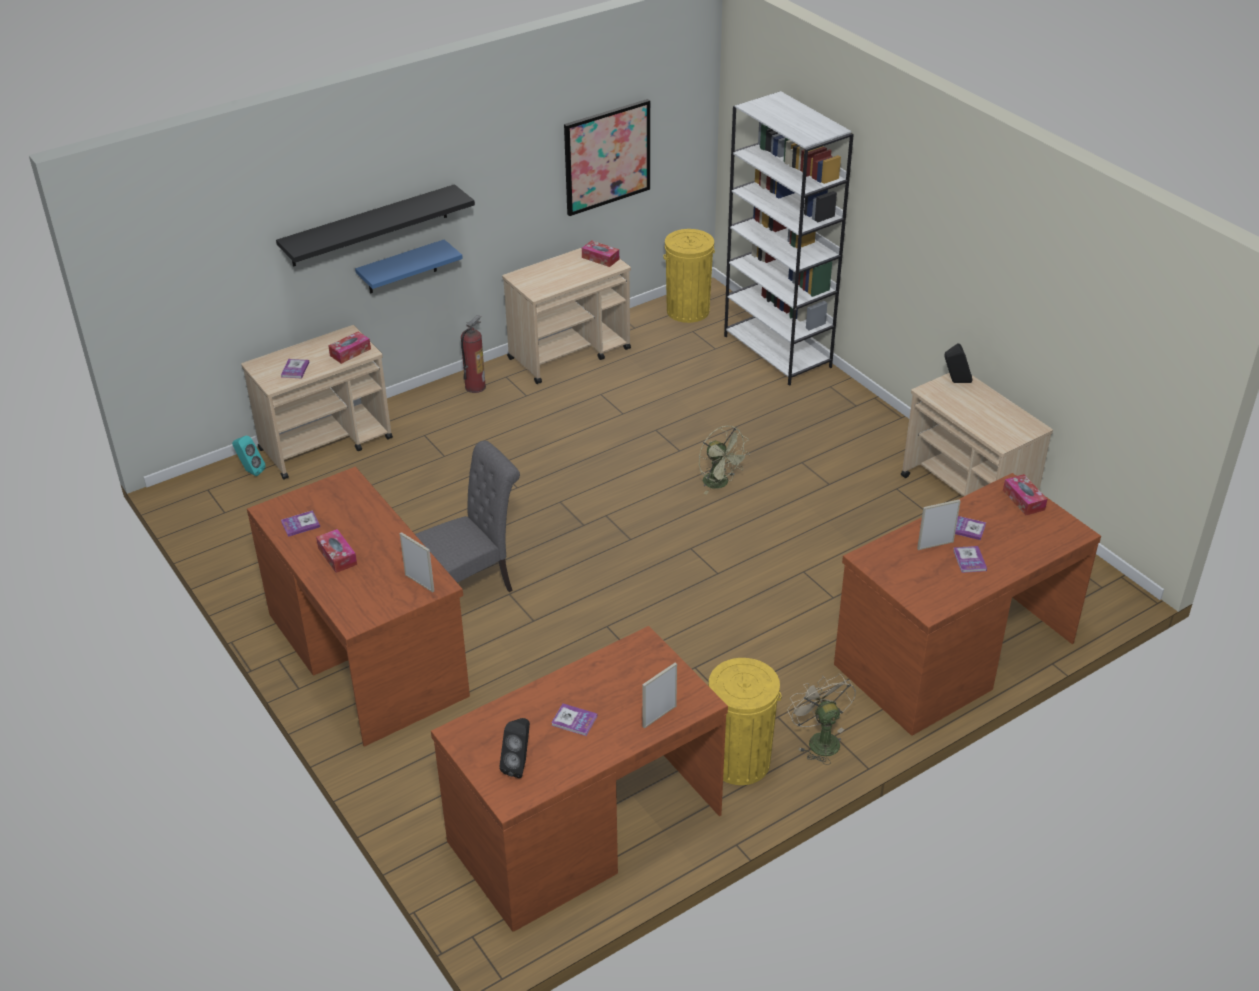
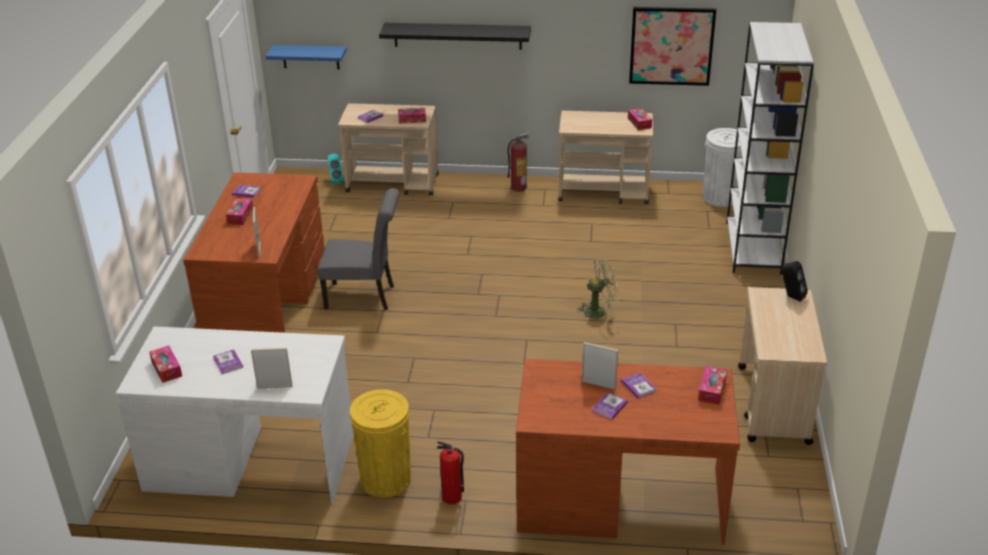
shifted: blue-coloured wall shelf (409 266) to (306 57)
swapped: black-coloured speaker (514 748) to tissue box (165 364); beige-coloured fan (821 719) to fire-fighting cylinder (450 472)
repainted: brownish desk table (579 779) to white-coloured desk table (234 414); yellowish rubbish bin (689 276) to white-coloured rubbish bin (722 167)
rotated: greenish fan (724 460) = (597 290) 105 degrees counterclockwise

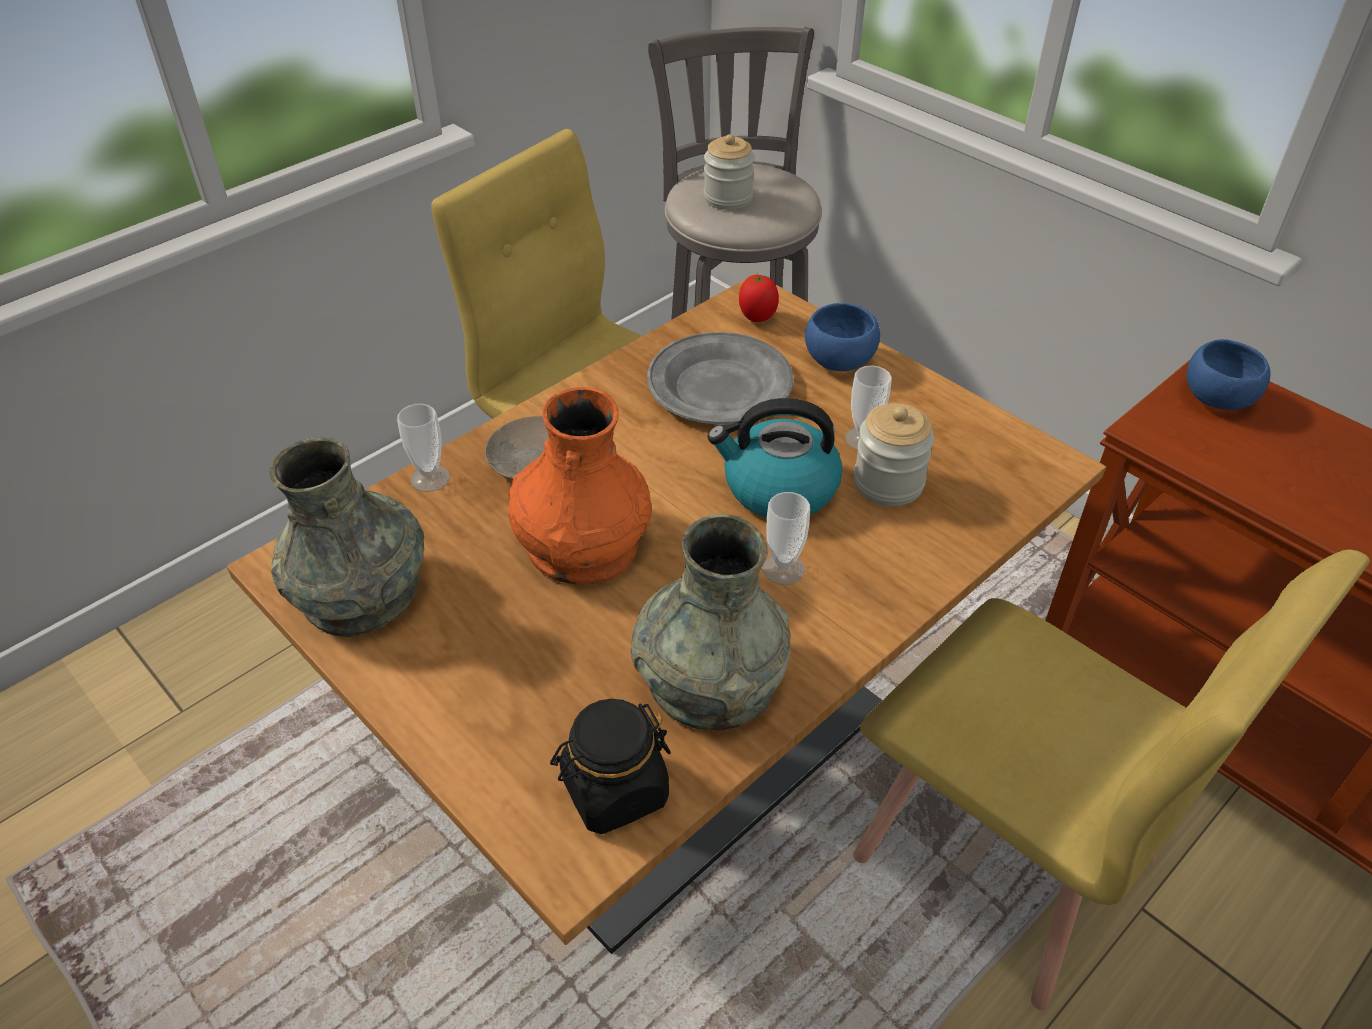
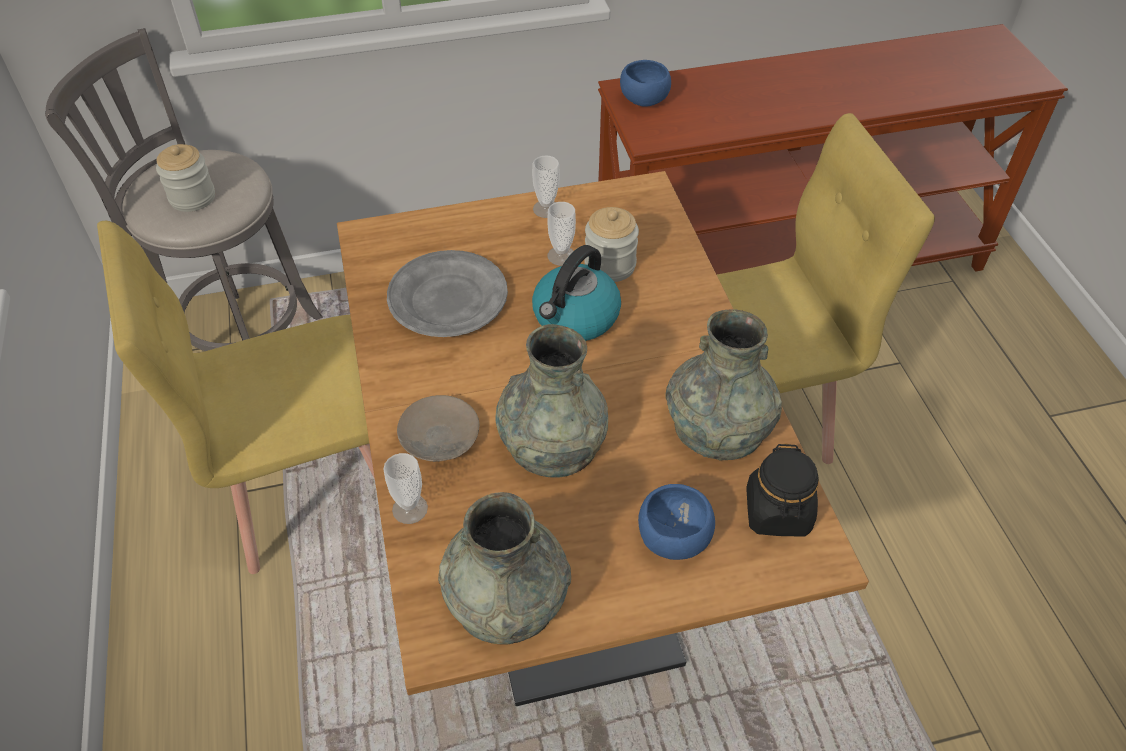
gone: tomato (759 297)
shifted: small cup (786 538) to (546 186); blue-coloured deep dish (842 337) to (676 522)
repainted: orange vase (580 486) to gray vase (551 400)

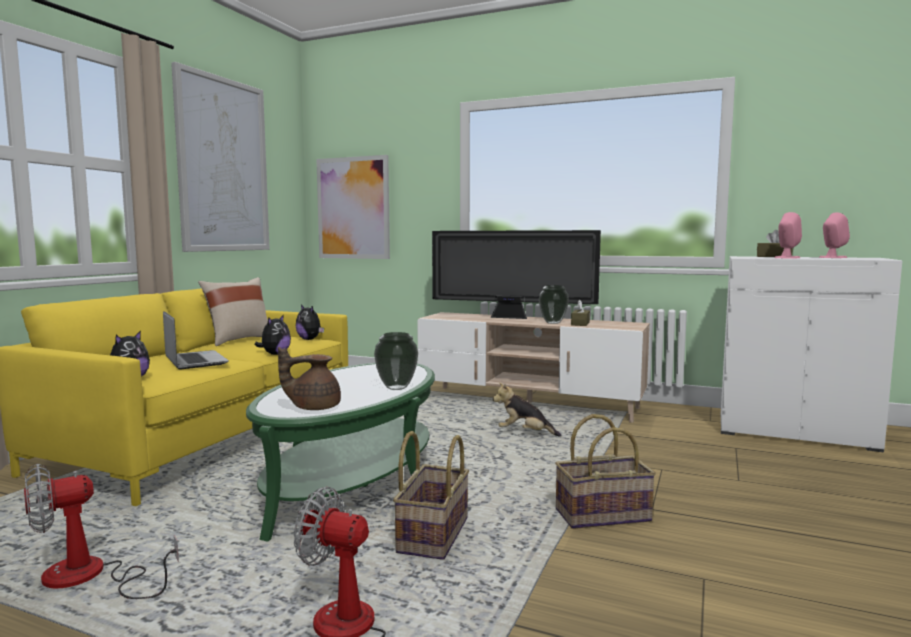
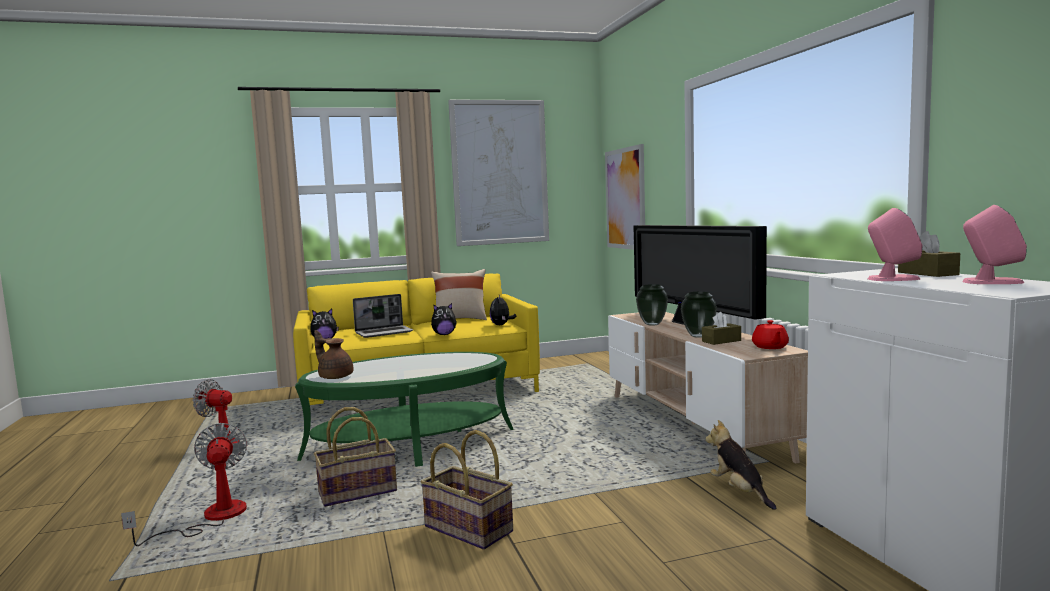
new: reddish pot for tea (770 334)
shifted: vase (396 361) to (652 304); plush toy (527 409) to (740 465)
rotated: notebook computer (196 340) = (383 316) 45 degrees clockwise

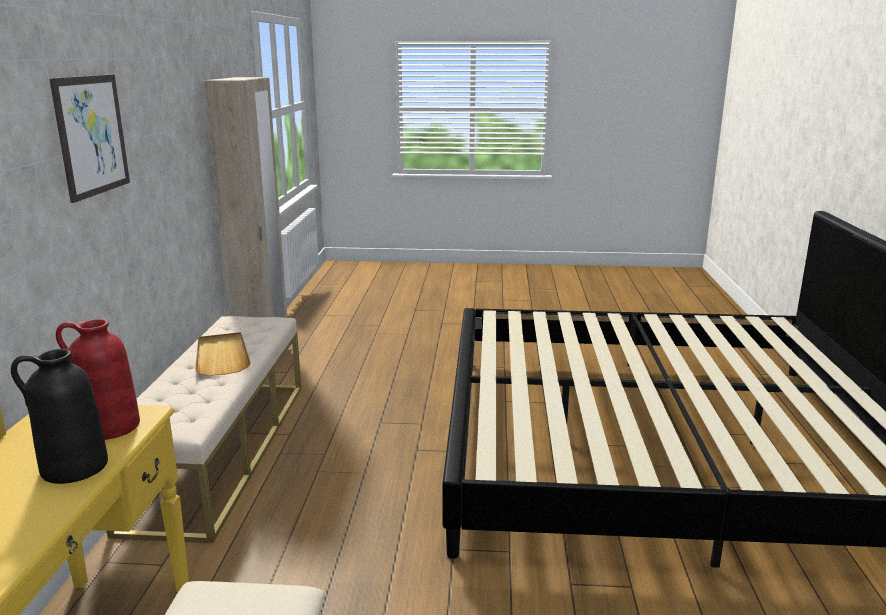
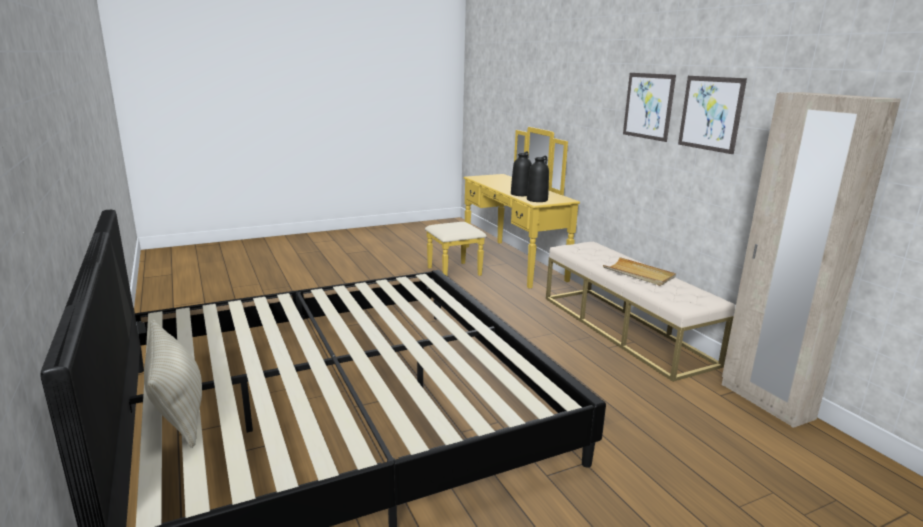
new: beige-coloured cushion (173 384); picture (712 115)
repainted: reddish vase (98 379) to black-coloured vase (538 179)

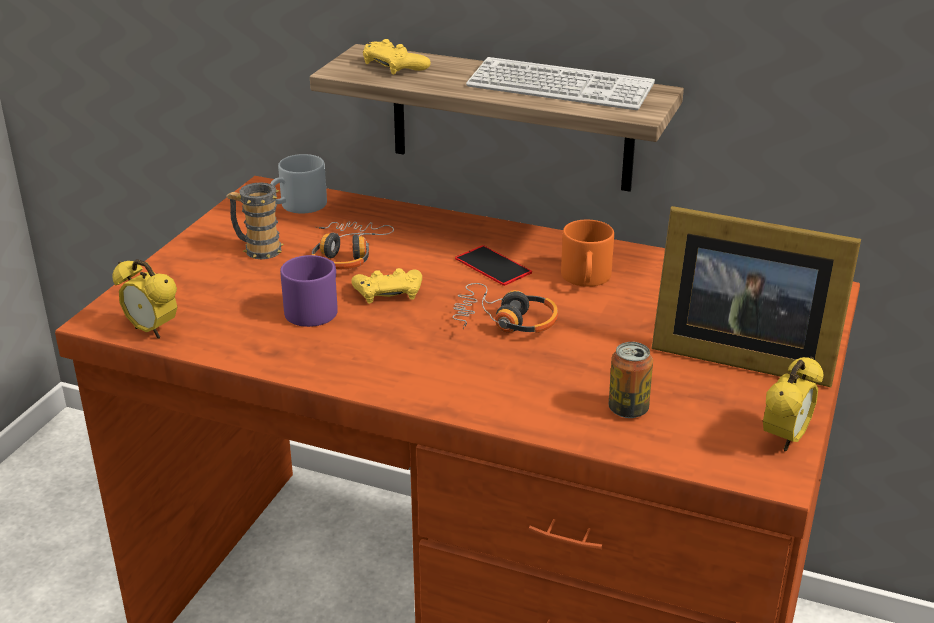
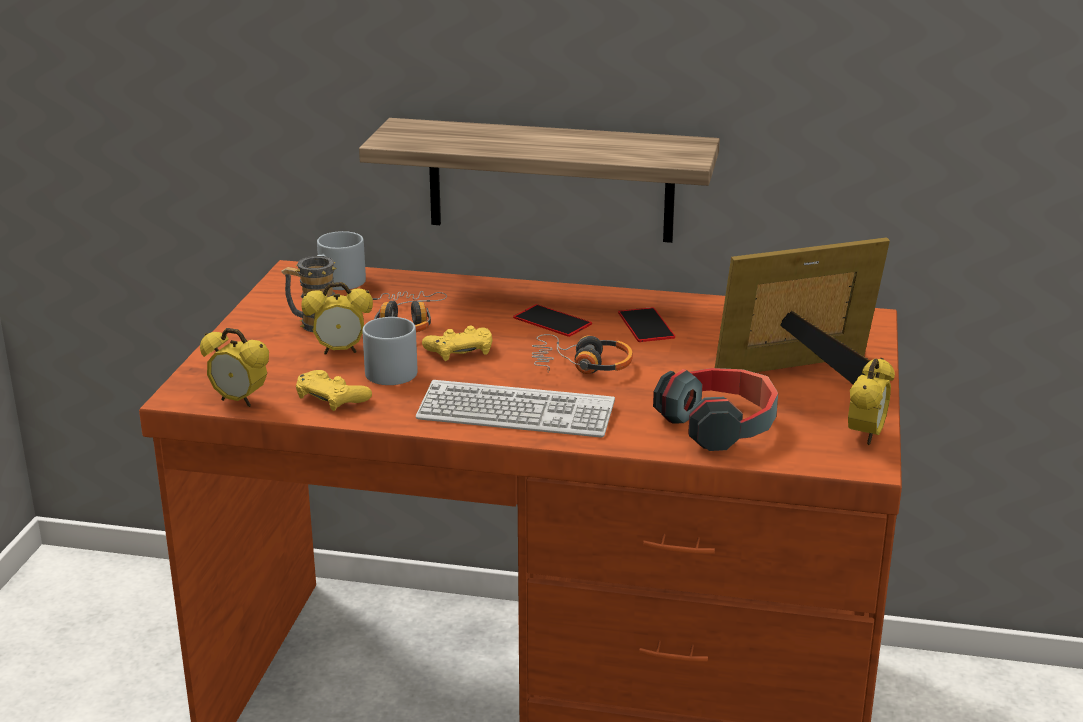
new: table clock (337 318)
shifted: yellowish game controller (397 57) to (334 390); computer keyboard (560 83) to (515 409)
swapped: orange mug (587 253) to telephone (646 324); sealed can (631 380) to pair of headphones (715 409)
repainted: purplish mug (309 291) to gray mug (390 351)
rotated: standing frame (756 296) = (802 311) 150 degrees clockwise

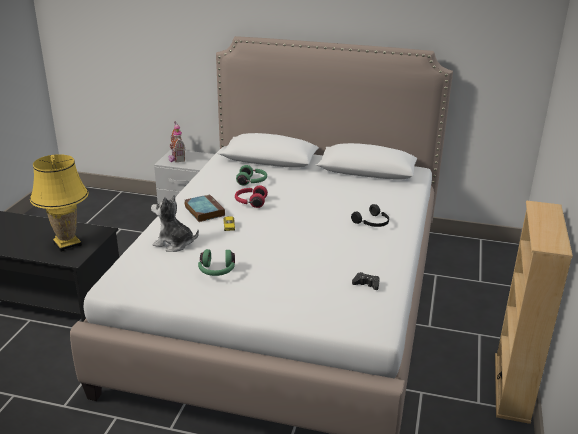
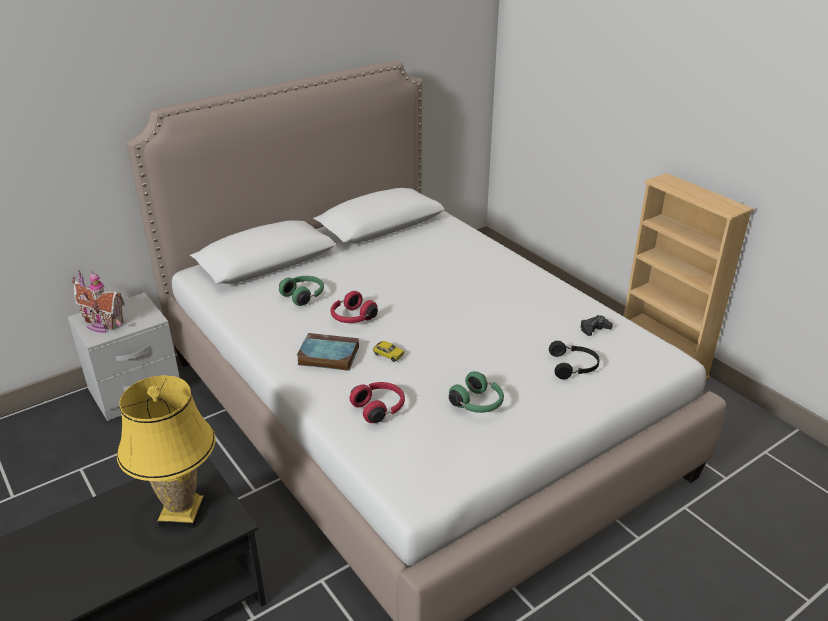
shifted: black-coloured pair of headphones (370 215) to (574 360)
swapped: plush toy (175 223) to reddish pair of headphones (377 402)

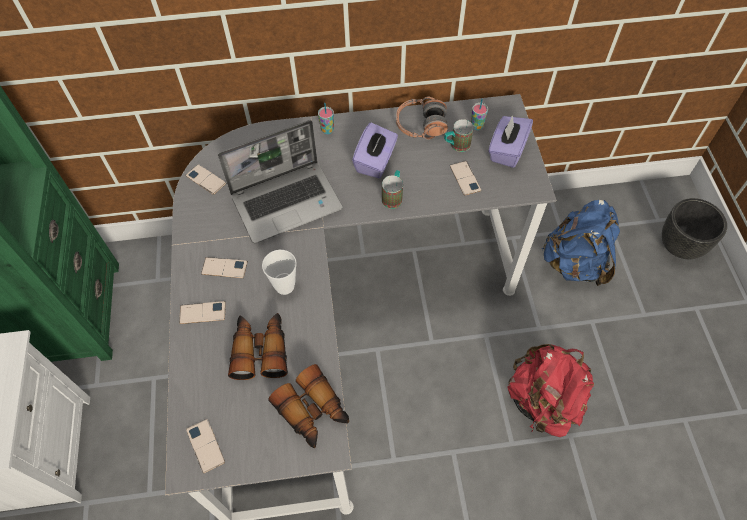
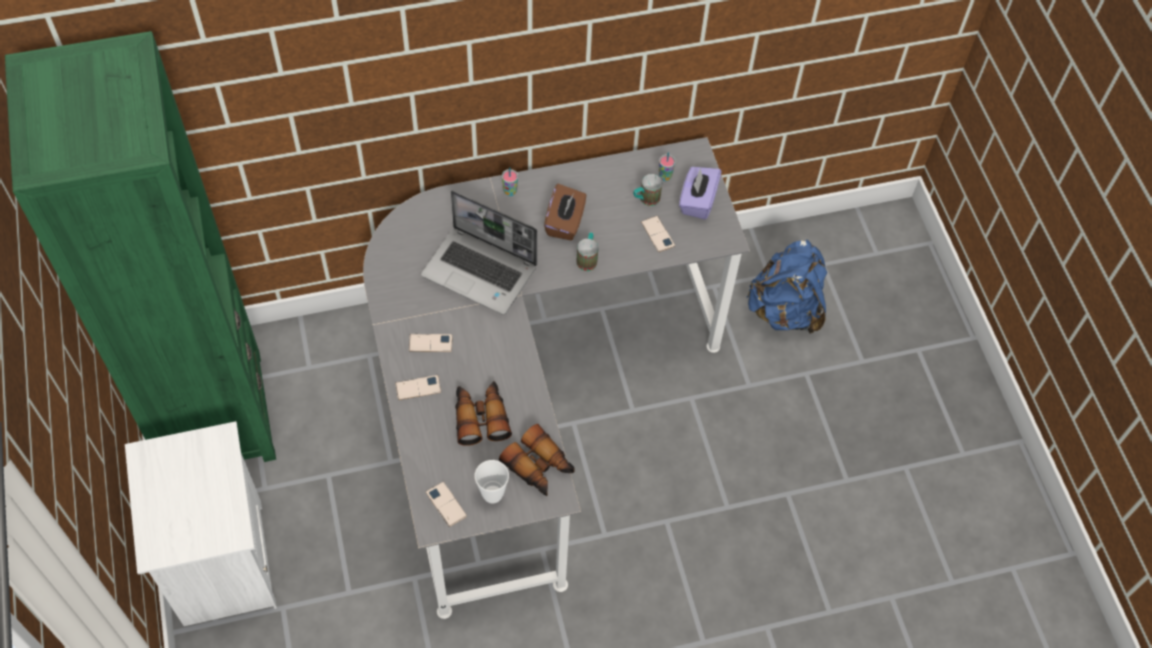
gone: telephone (205 179); pair of headphones (422 118); reddish knapsack (550 390); black-coloured flower pot (694 228)
shifted: small cup (279 272) to (492 481)
repainted: purplish tissue box (375 150) to brownish tissue box (565 212)
rotated: notebook computer (280 181) = (479 252) 60 degrees clockwise

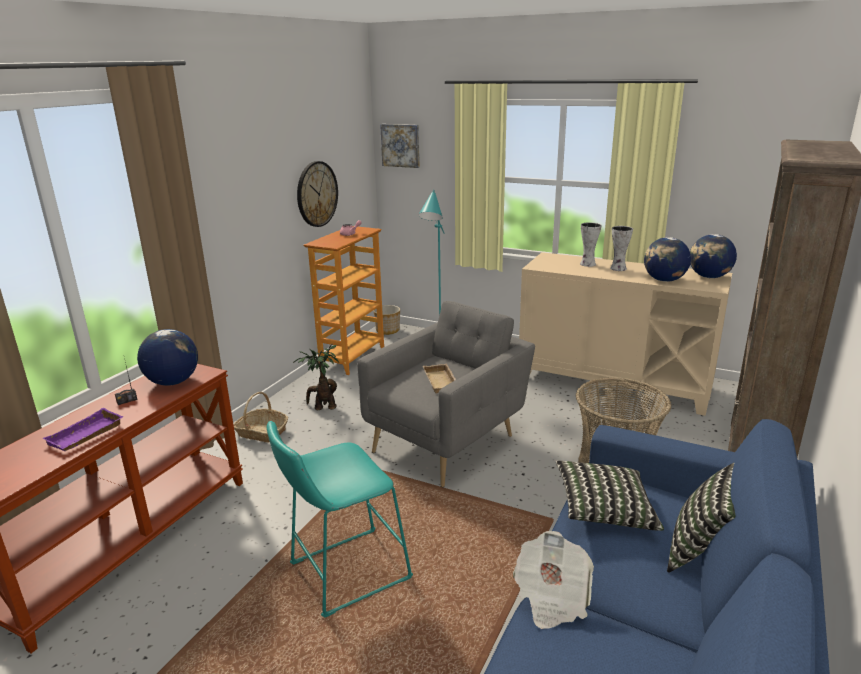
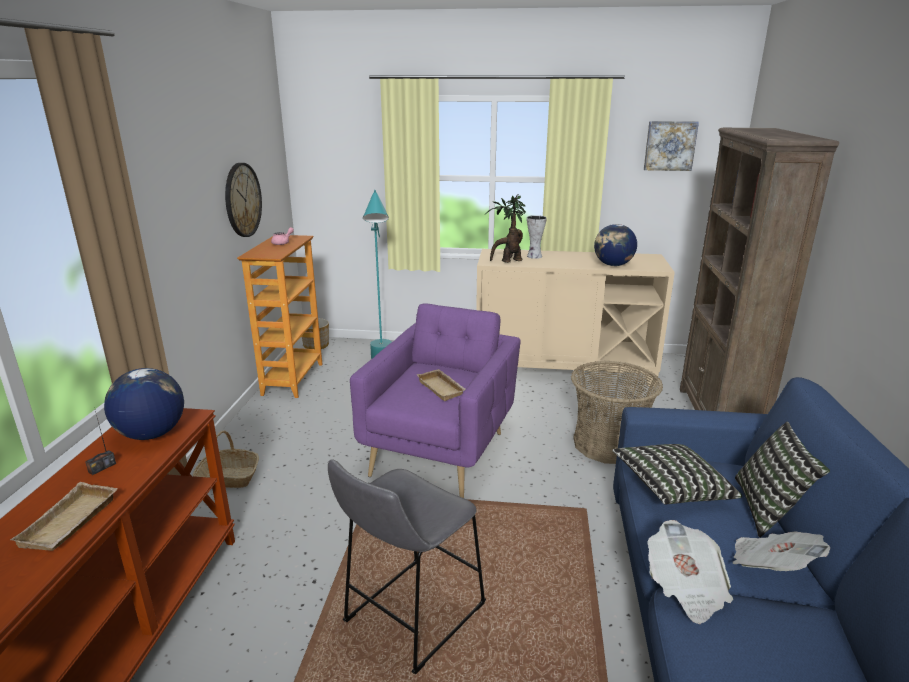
gone: vase (621 248); globe (713 256)
new: printed paper (781 551)
shifted: plant in a pot (316 377) to (505 228); picture (400 146) to (671 146)
repainted: purplish serving tray (83 429) to beige-coloured serving tray (64 516); turquoise stool (340 519) to gray stool (407 566); gray lounge chair (446 394) to purplish lounge chair (435 401)

